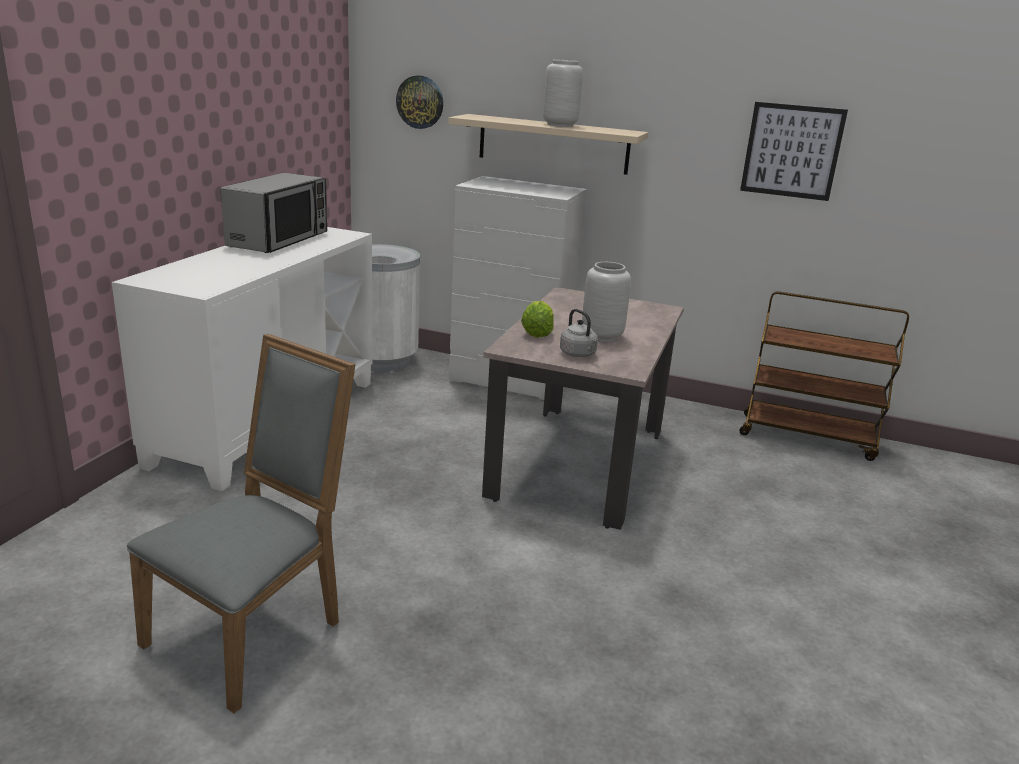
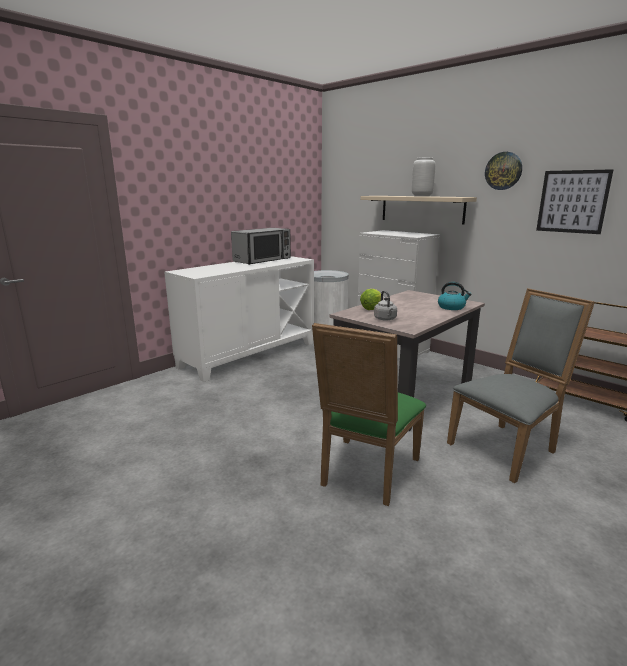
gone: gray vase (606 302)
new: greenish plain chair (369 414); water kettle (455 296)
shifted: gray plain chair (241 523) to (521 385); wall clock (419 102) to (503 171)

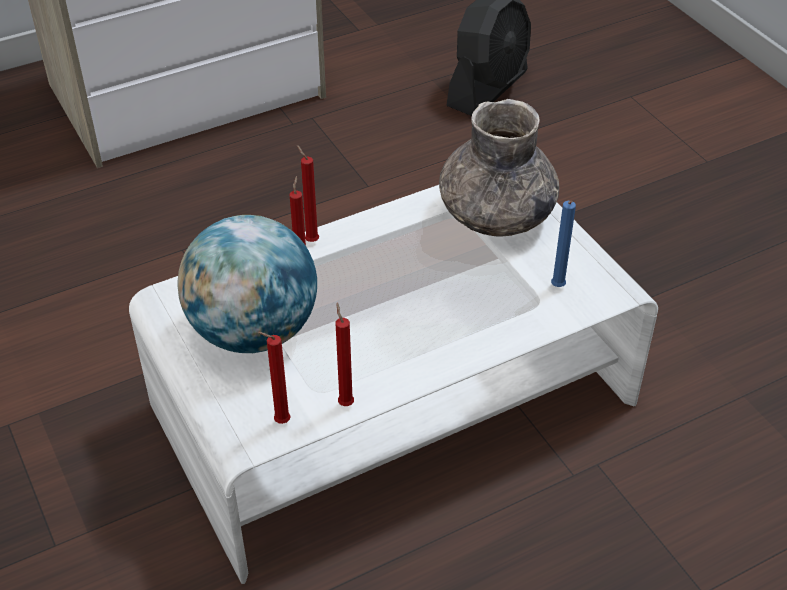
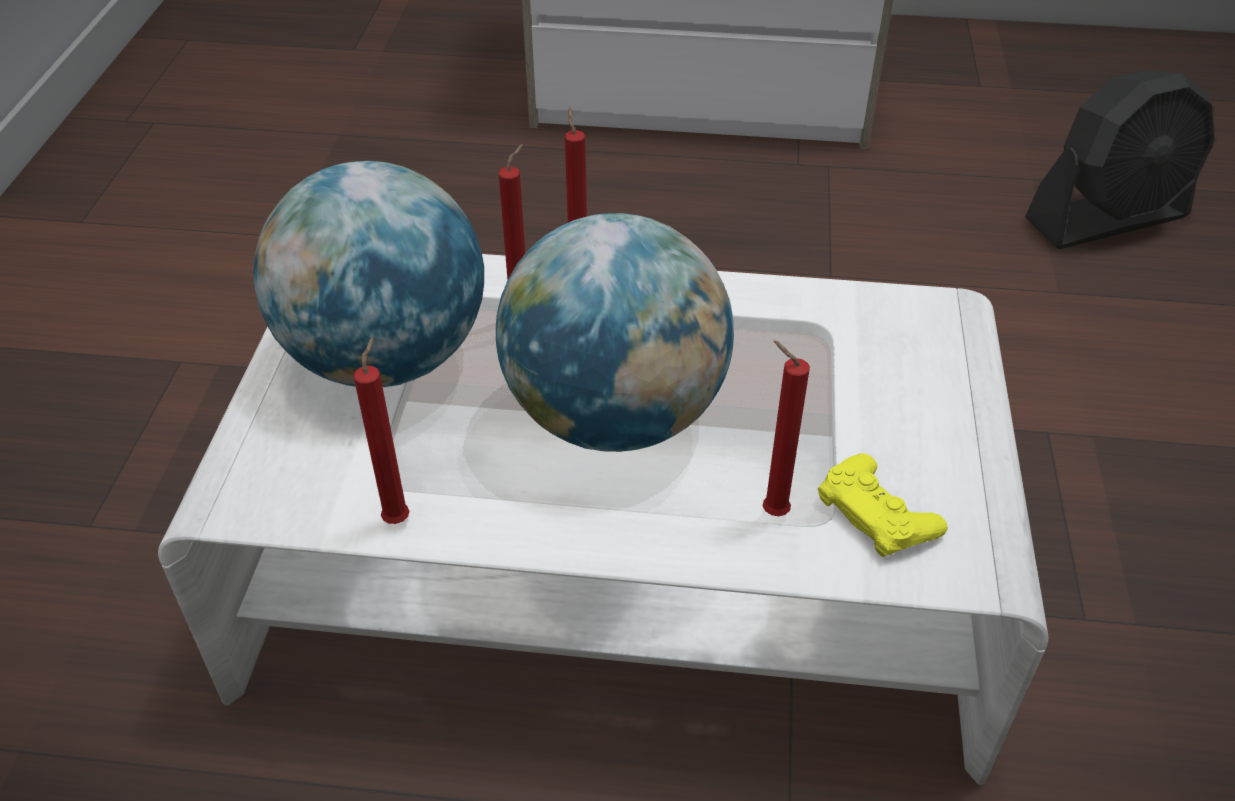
gone: gray vase (499 168)
new: globe (615 332)
shifted: reddish wax candle (274 378) to (786 428)
swapped: blue-coloured wax candle (563 244) to yellowish game controller (883 505)

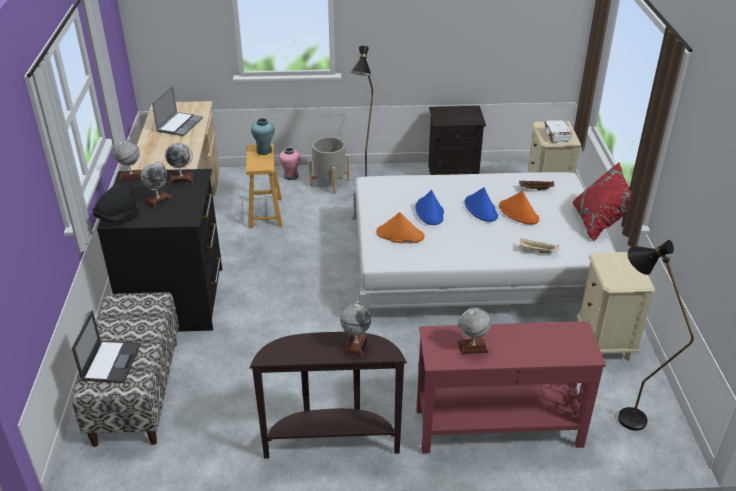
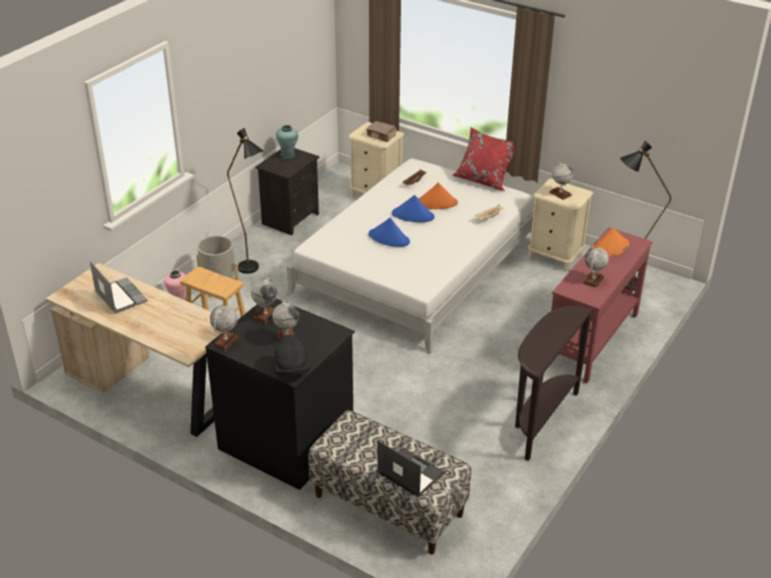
shifted: turquoise vase (263 136) to (287 142); globe (355 328) to (561 181); orange wearable hat (400 227) to (610 242)
repainted: white-coloured book (558 131) to brownish book (381 131)

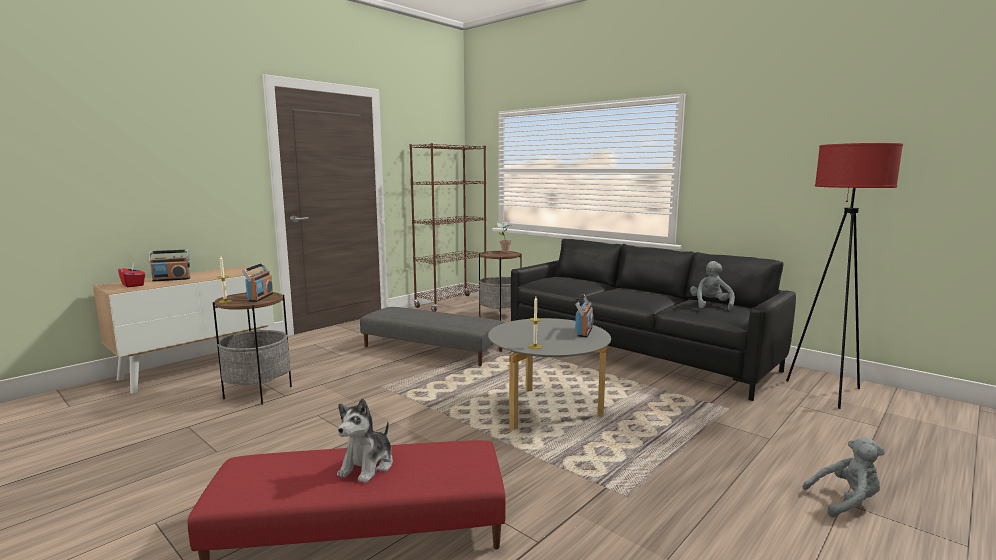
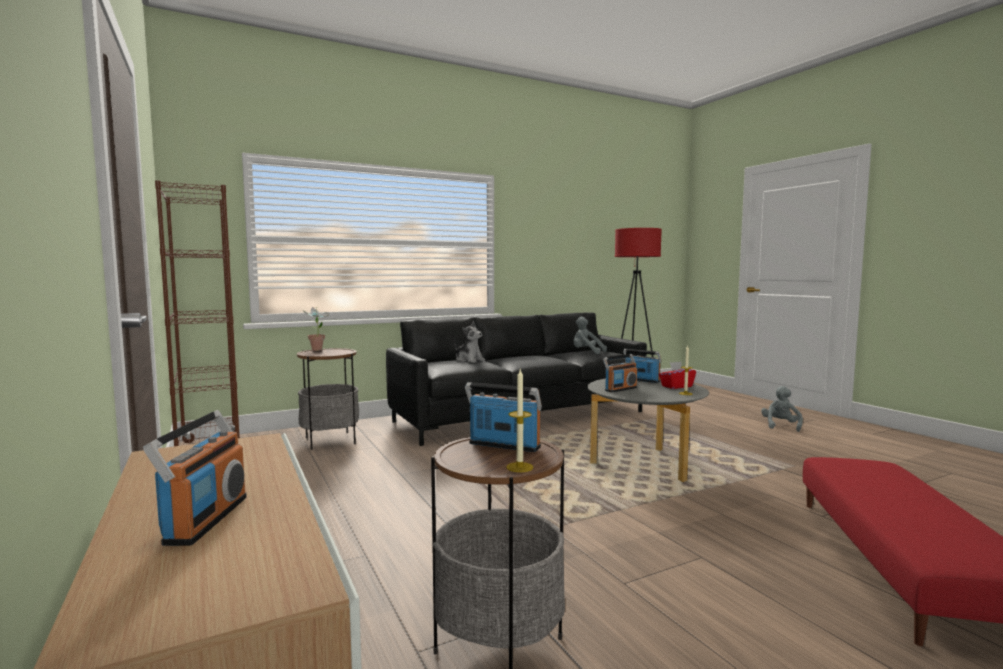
gone: gray footrest (432 336)
new: radio set (620 373)
shifted: reddish tissue box (131 274) to (677 375); plush toy (365 440) to (470 342)

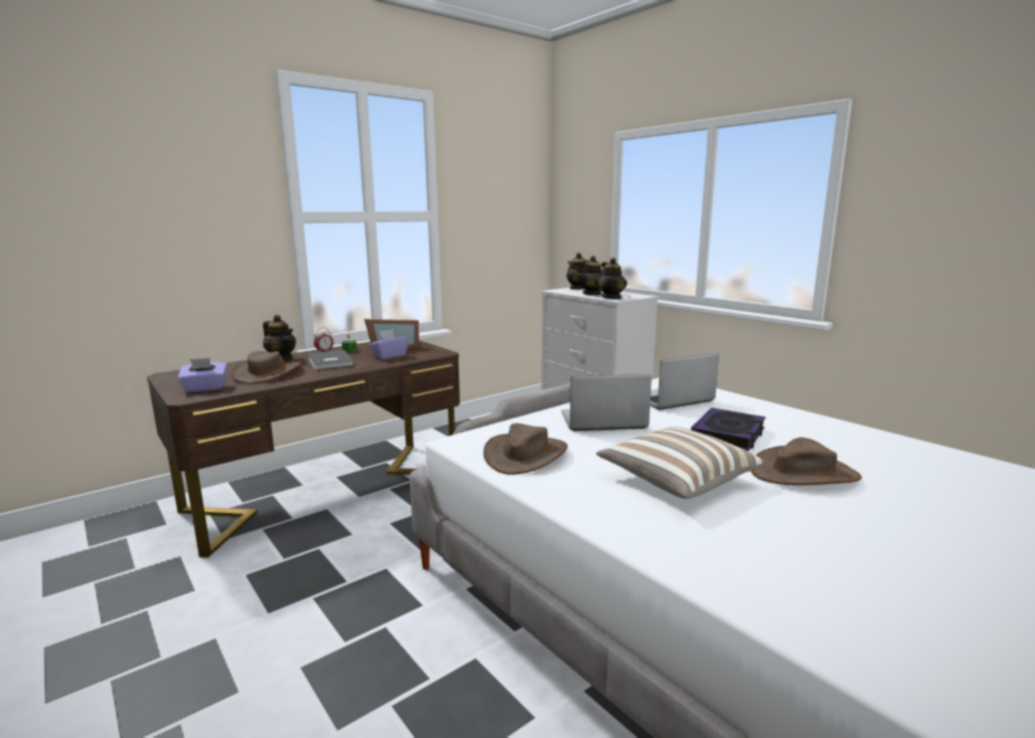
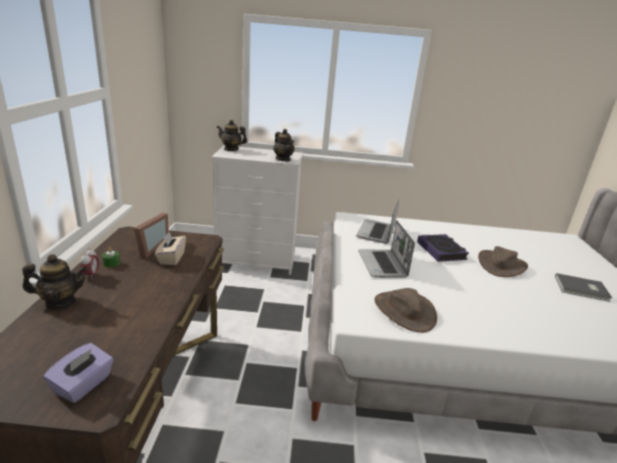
gone: brownish wearable hat (266 367); pot for tea (591 275); cushion (679 463)
shifted: gray book (331 360) to (583 287)
repainted: purplish tissue box (388 344) to beige-coloured tissue box (170 248)
rotated: notebook computer (606 402) = (386 249) 45 degrees counterclockwise

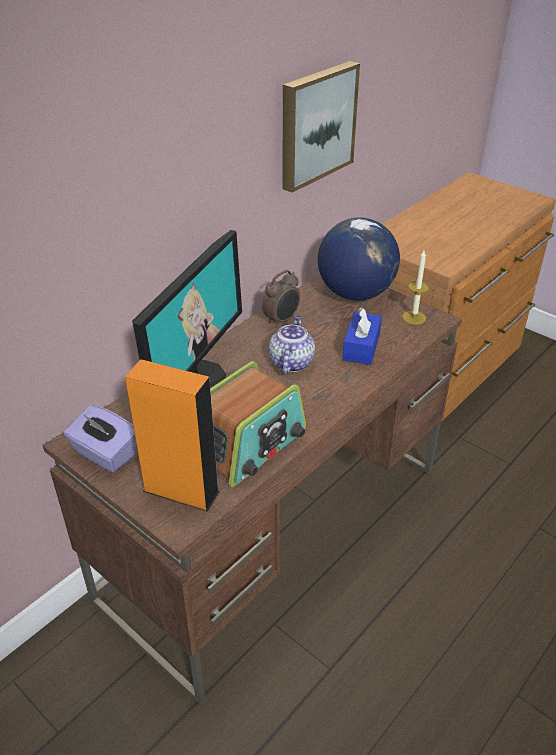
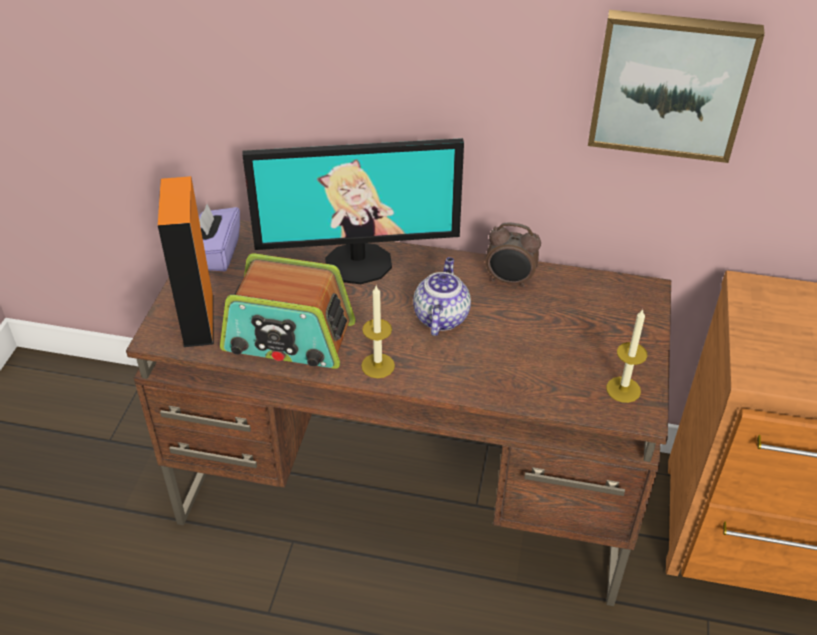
gone: globe (359 259); blue-coloured tissue box (362 336)
new: wax candle (378 332)
rotated: pot for tea (292 344) = (442 296) 60 degrees counterclockwise

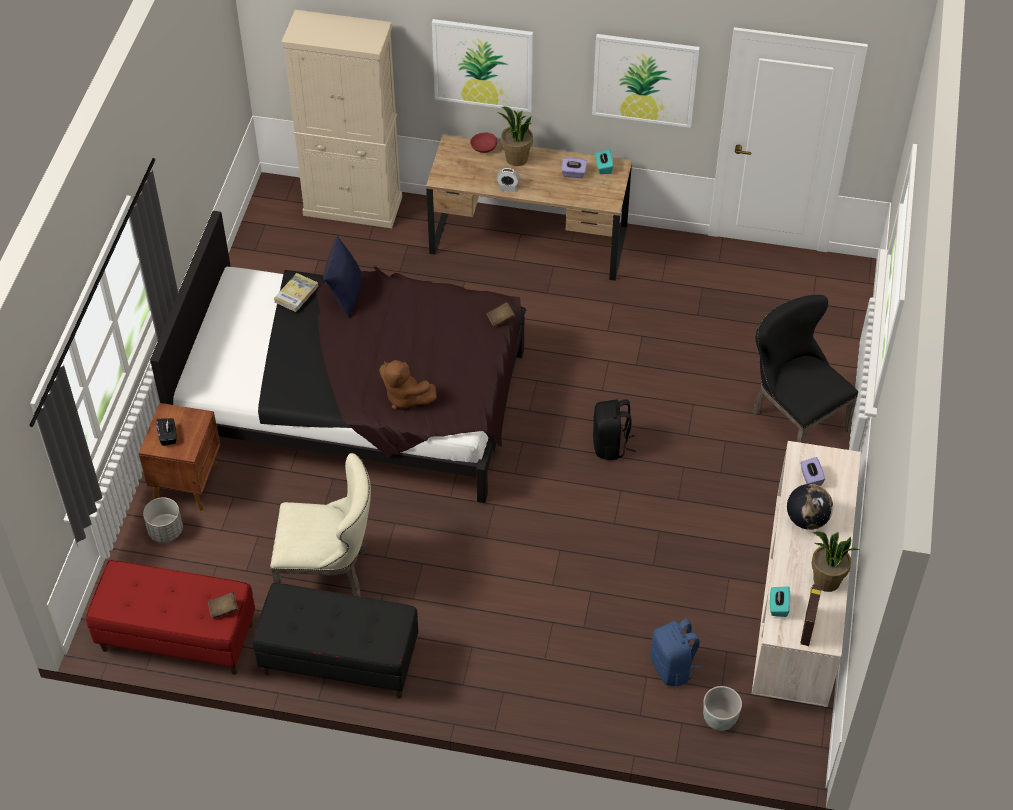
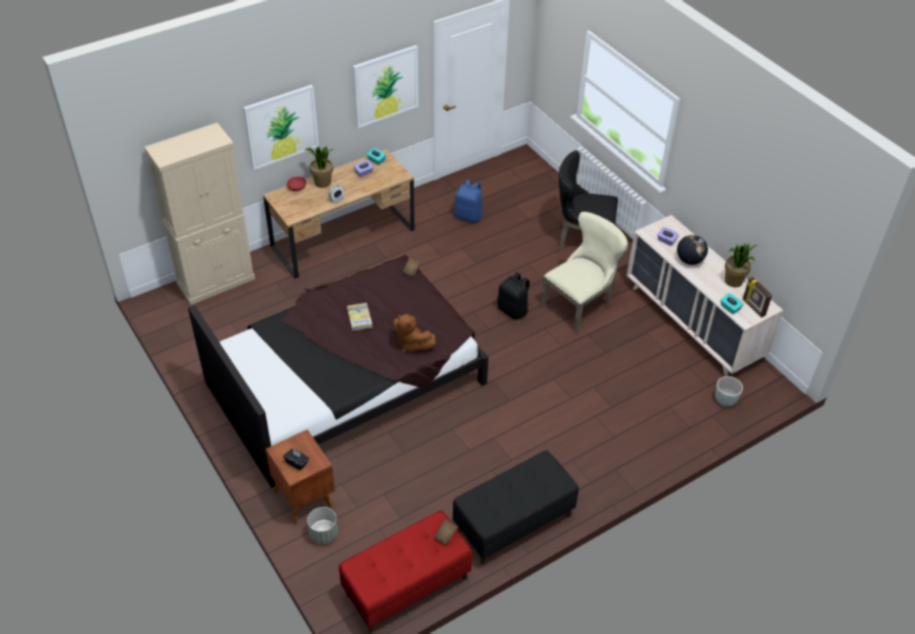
gone: blue-coloured cushion (342 277)
shifted: beige-coloured plain chair (320 525) to (584 273); book (296 292) to (360 317); blue-coloured knapsack (676 652) to (468 201)
rotated: brownish plush toy (408 384) = (414 333) 45 degrees clockwise

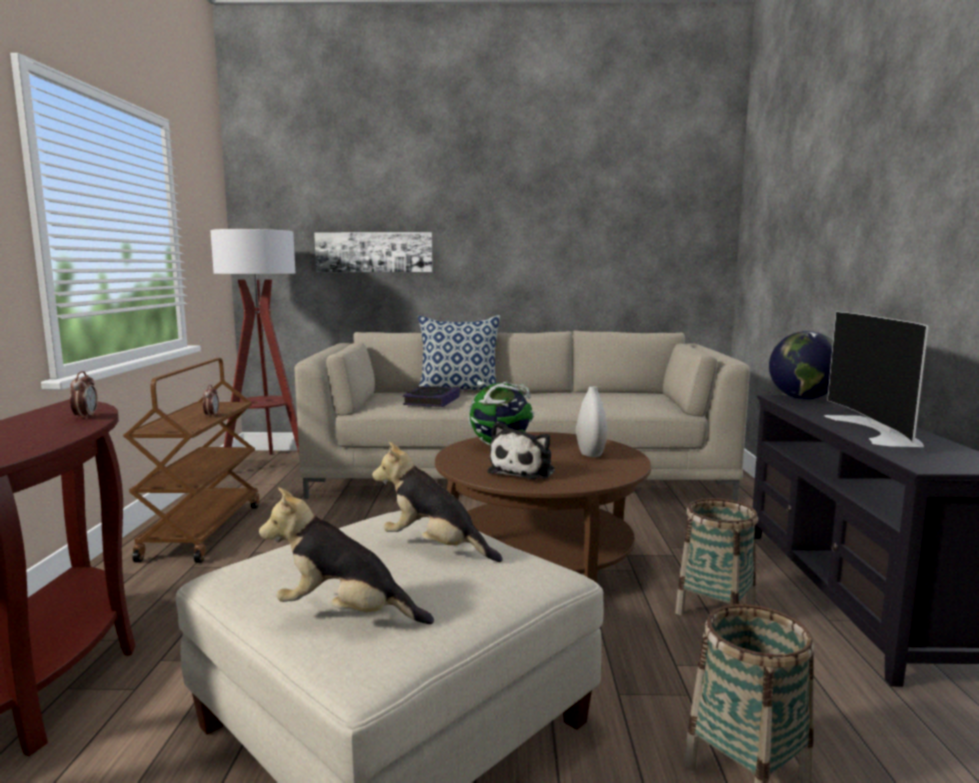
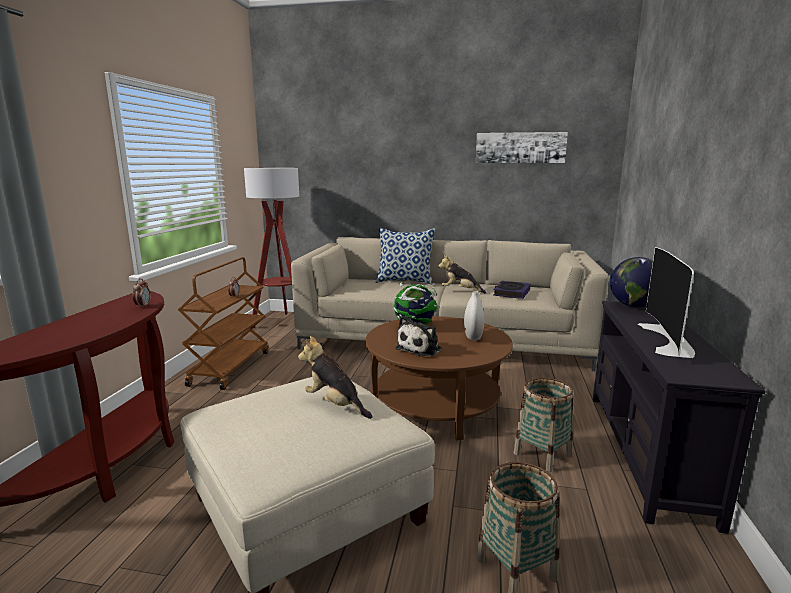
shifted: plush toy (346 555) to (462 274); picture (373 252) to (522 147); book (431 396) to (511 290)

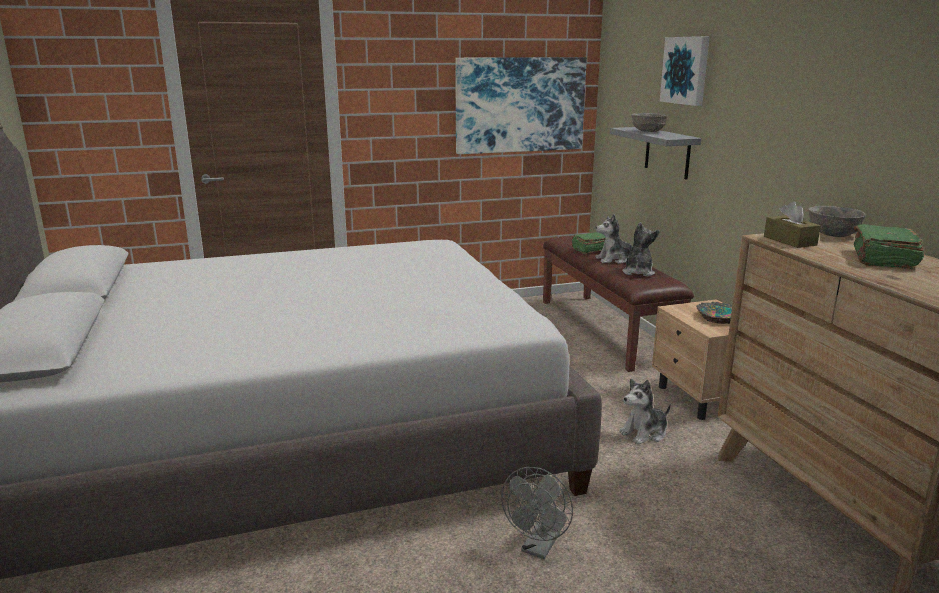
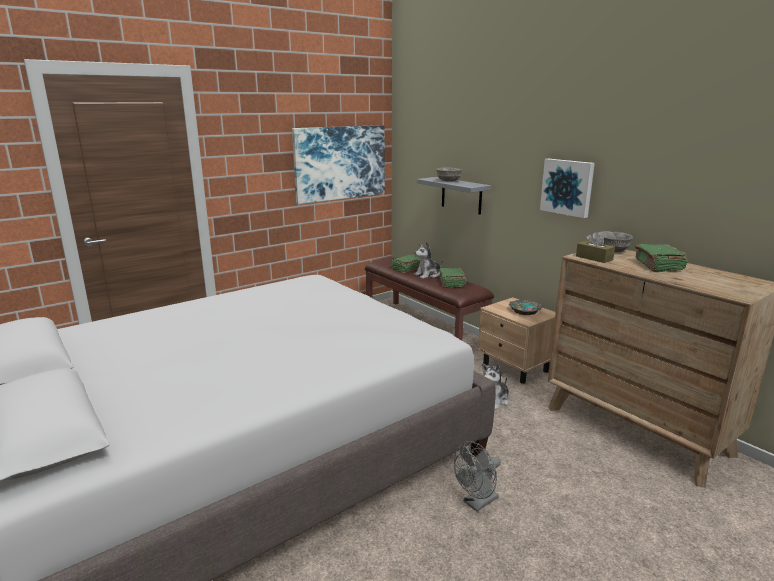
shifted: picture (685 71) to (567 188)
swapped: plush toy (641 249) to greenish book (452 278)
rotated: gray fan (537 513) = (477 476) 45 degrees clockwise

